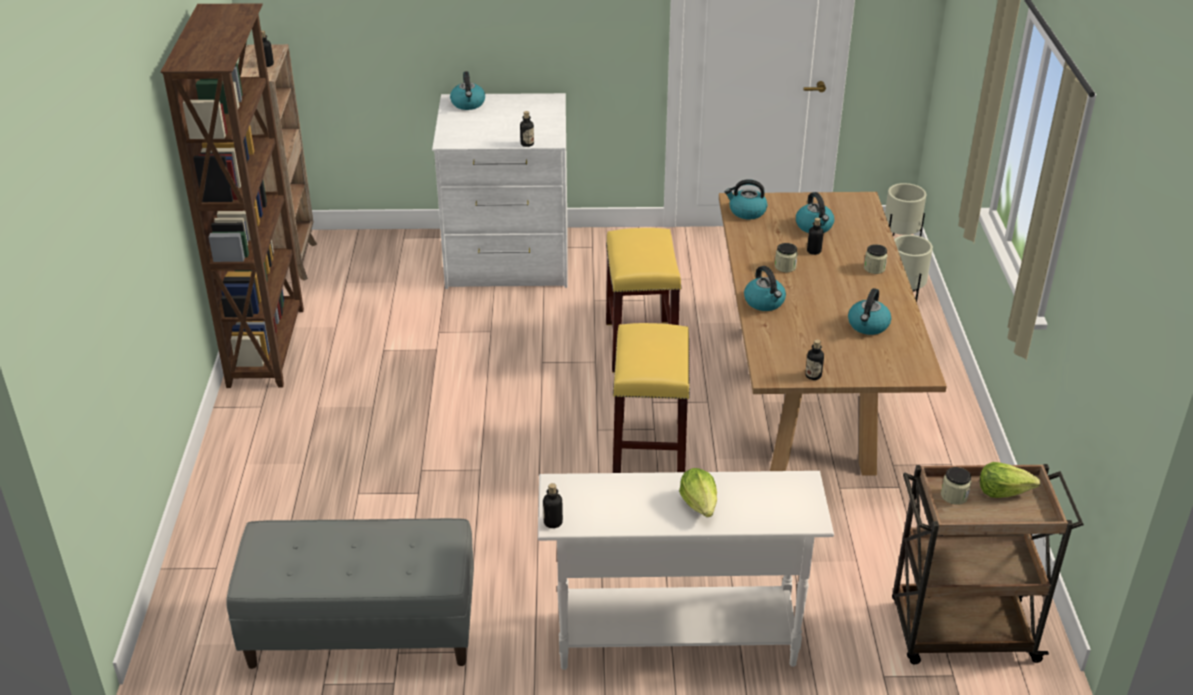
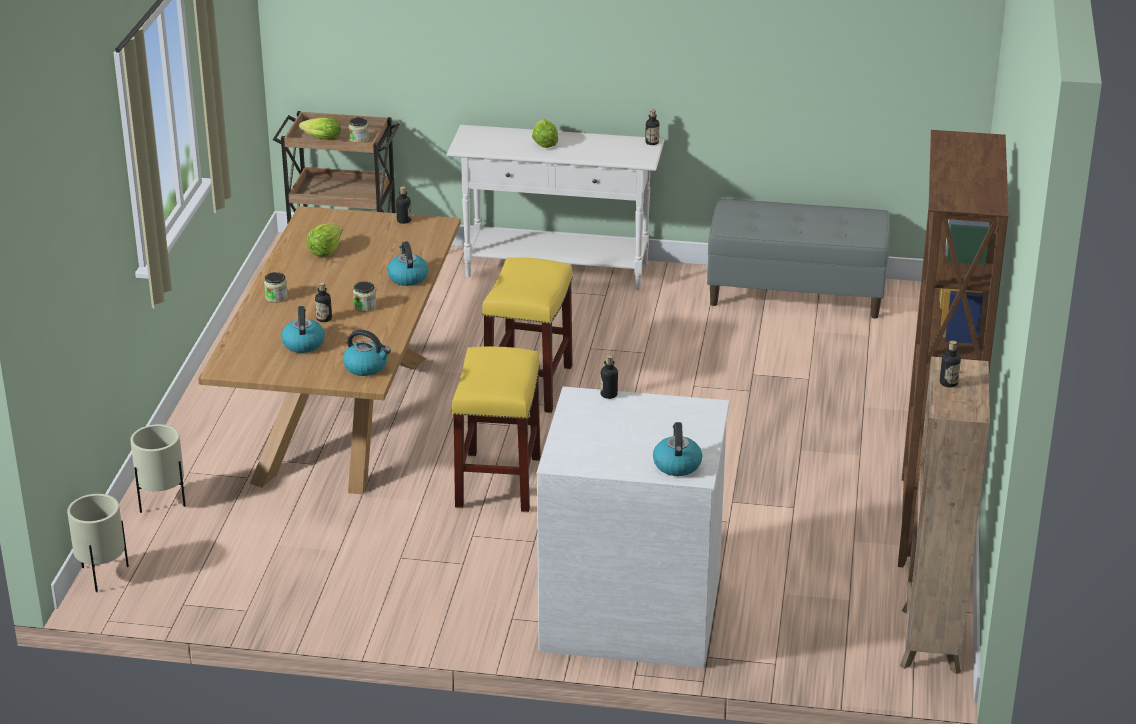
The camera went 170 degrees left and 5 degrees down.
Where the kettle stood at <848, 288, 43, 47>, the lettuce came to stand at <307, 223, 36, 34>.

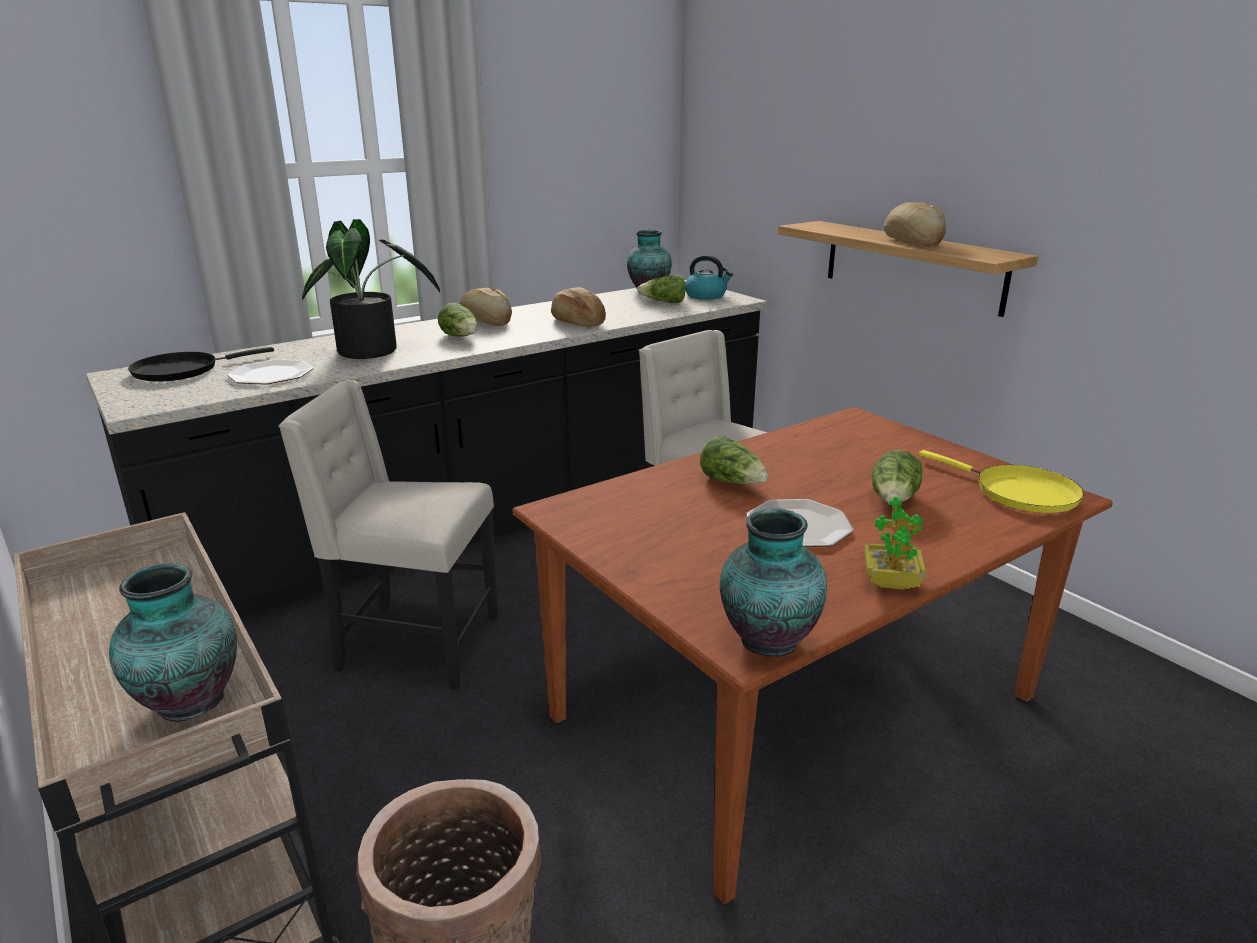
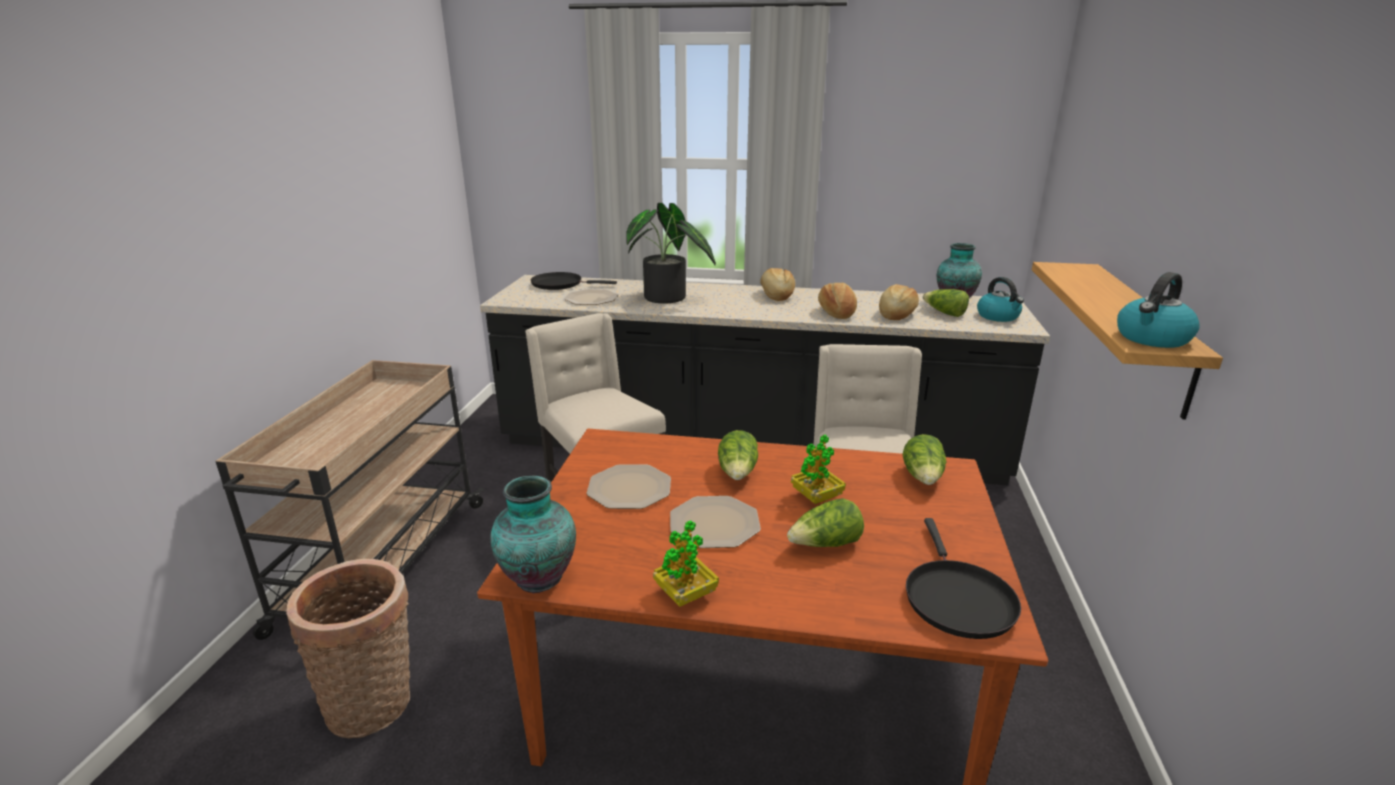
The camera went 45 degrees right and 0 degrees up.
The second view lost the vase at <109, 563, 128, 159>.
The lettuce ended up elsewhere, having gone from <438, 303, 40, 33> to <902, 434, 45, 51>.
The bread ended up elsewhere, having gone from <884, 202, 62, 45> to <879, 284, 40, 36>.
What was the frying pan in yellow at <919, 450, 165, 63> turned into the frying pan in black at <906, 518, 115, 121>.
The second view gained the plate at <586, 464, 85, 45>.
The second view gained the potted plant at <791, 435, 55, 69>.
The second view gained the kettle at <1117, 272, 83, 76>.

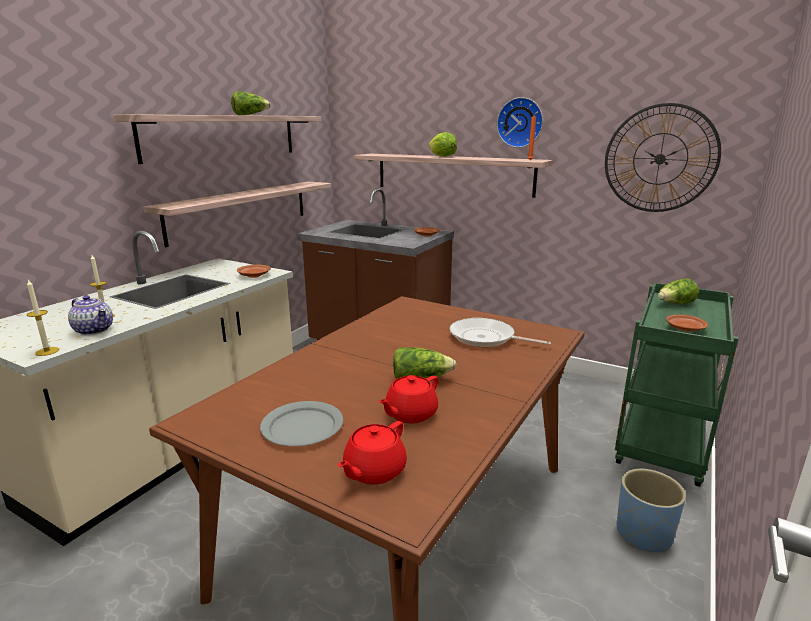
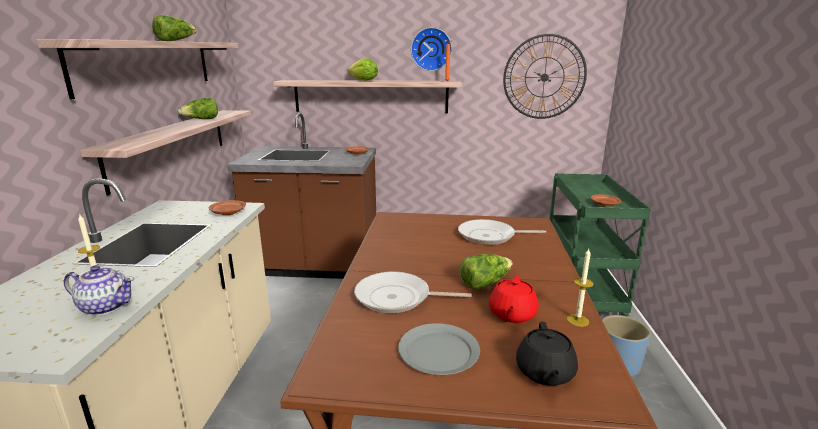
The camera went 25 degrees left and 0 degrees up.
The candle ended up elsewhere, having gone from <27, 279, 32, 77> to <567, 249, 27, 78>.
What was the teapot in red at <337, 421, 70, 64> turned into the teapot in black at <516, 322, 62, 64>.
The lettuce ended up elsewhere, having gone from <658, 278, 41, 26> to <178, 97, 40, 22>.
The second view gained the frying pan at <354, 272, 117, 41>.

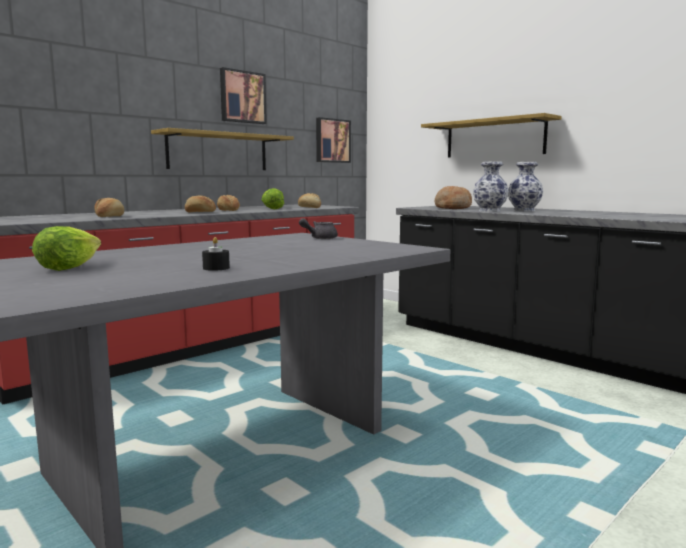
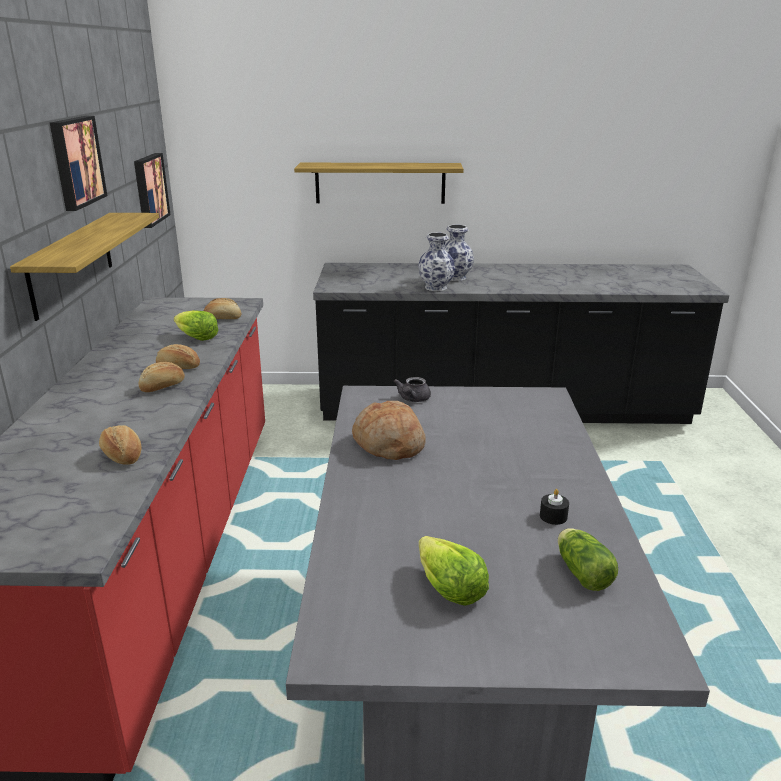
The camera went 45 degrees left and 15 degrees up.
The bread ended up elsewhere, having gone from <435, 186, 37, 23> to <352, 401, 74, 59>.
The second view gained the lettuce at <558, 528, 60, 63>.

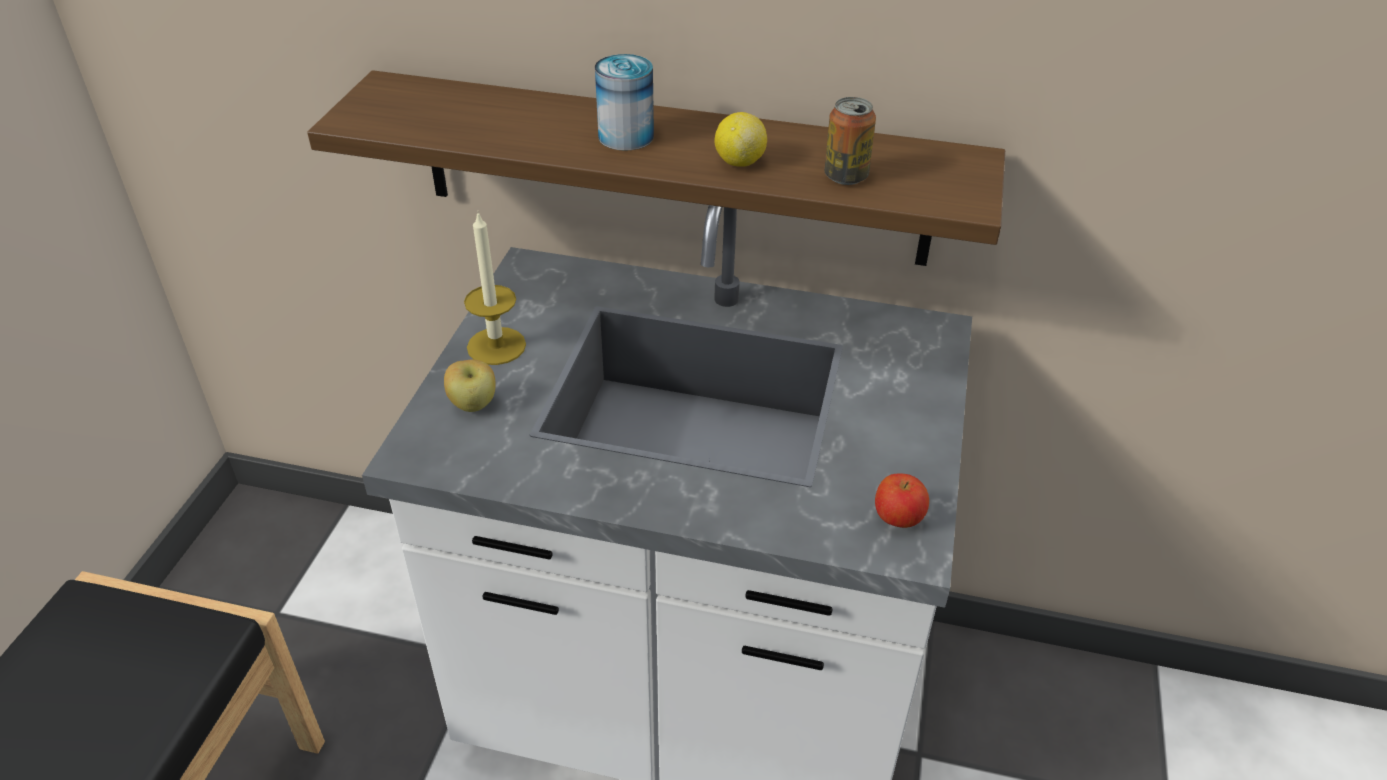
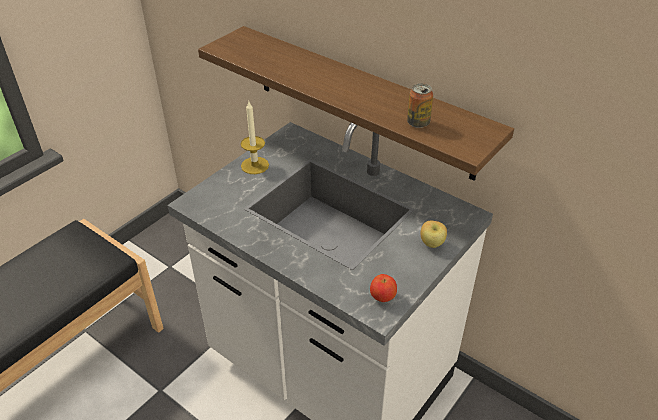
The camera went 25 degrees right and 0 degrees up.
The apple ended up elsewhere, having gone from <444, 359, 52, 53> to <421, 221, 26, 27>.
The second view lost the can at <595, 54, 59, 97>.
The second view lost the lemon at <715, 112, 52, 55>.

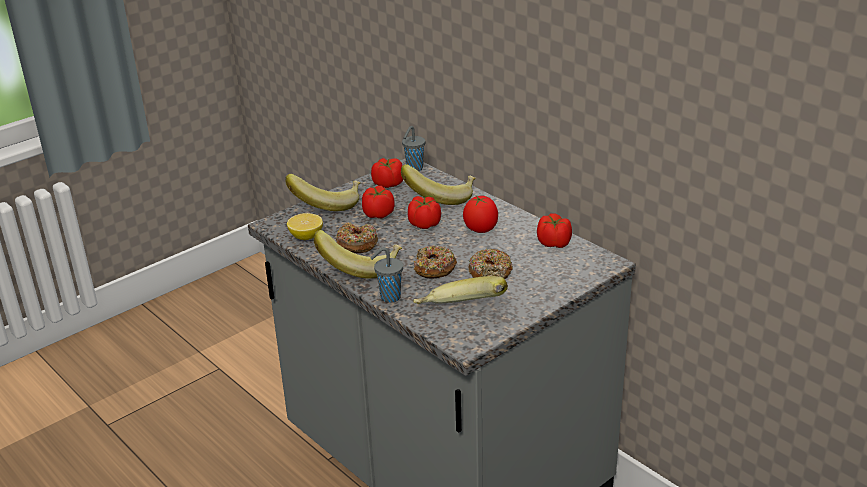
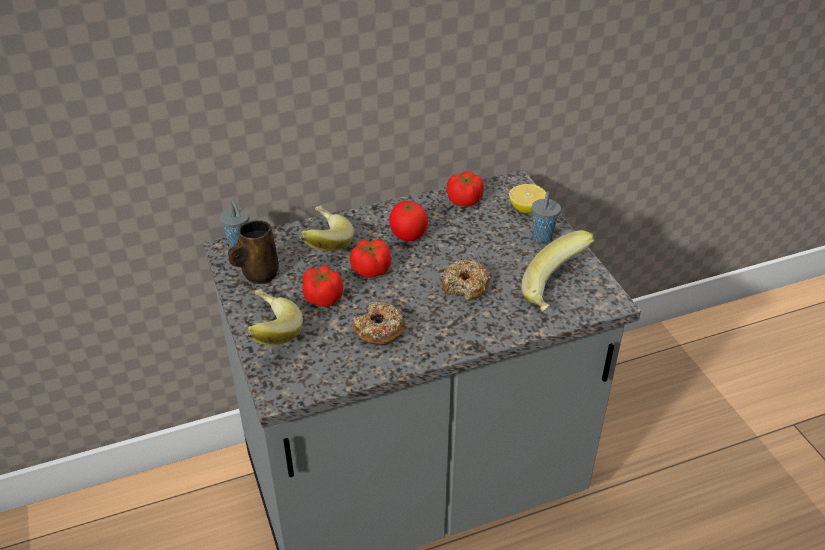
The camera went 70 degrees left and 10 degrees up.
The lemon ended up elsewhere, having gone from <287, 213, 36, 27> to <509, 184, 37, 30>.
The second view lost the banana at <314, 230, 88, 49>.
Where the tomato stood at <371, 158, 32, 30>, the mug in brown came to stand at <228, 220, 51, 64>.
The cup in grey ended up elsewhere, having gone from <371, 247, 32, 56> to <532, 191, 29, 52>.
The second view lost the donut at <469, 249, 44, 30>.

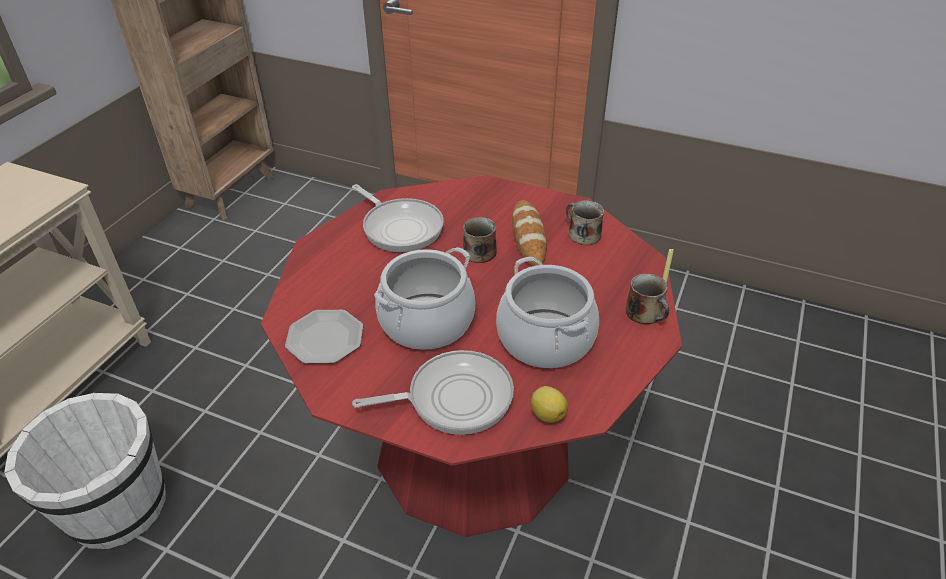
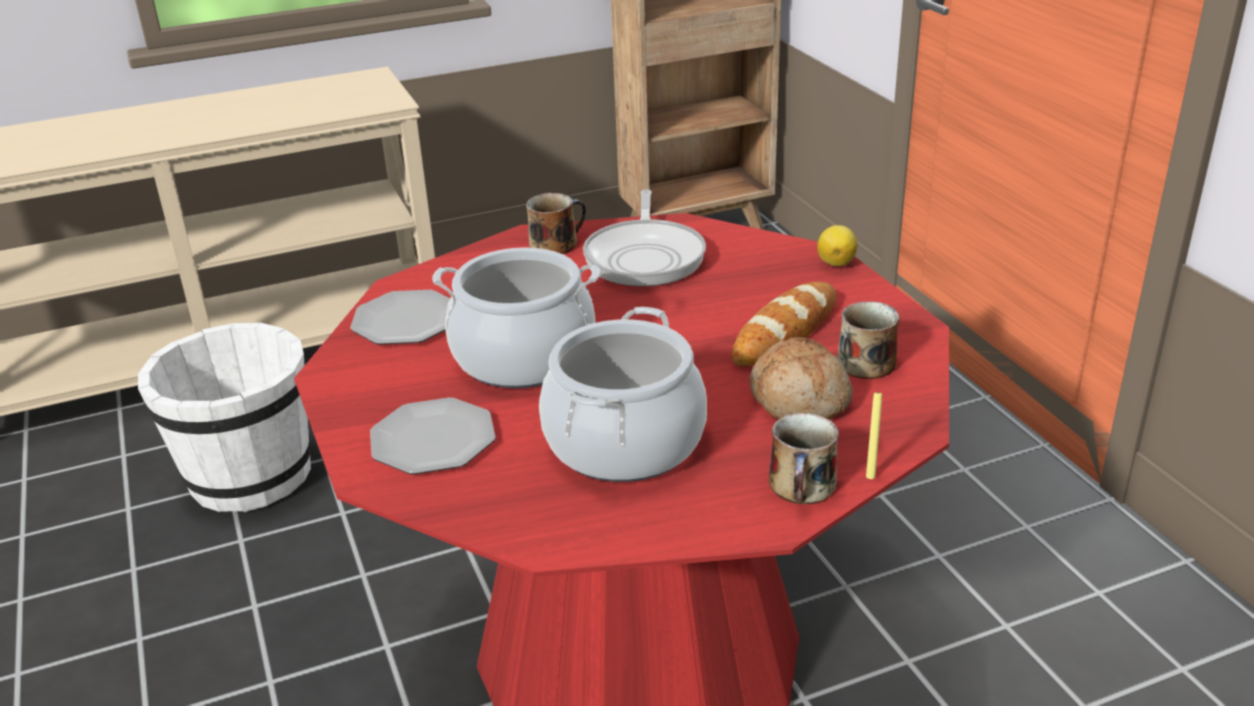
The camera went 45 degrees right and 10 degrees down.
Where the frying pan stood at <352, 350, 162, 85>, the plate came to stand at <370, 398, 126, 77>.
The mug ended up elsewhere, having gone from <463, 217, 34, 46> to <526, 193, 60, 61>.
The lemon ended up elsewhere, having gone from <531, 386, 37, 37> to <817, 225, 40, 41>.
The second view gained the bread at <750, 337, 103, 83>.

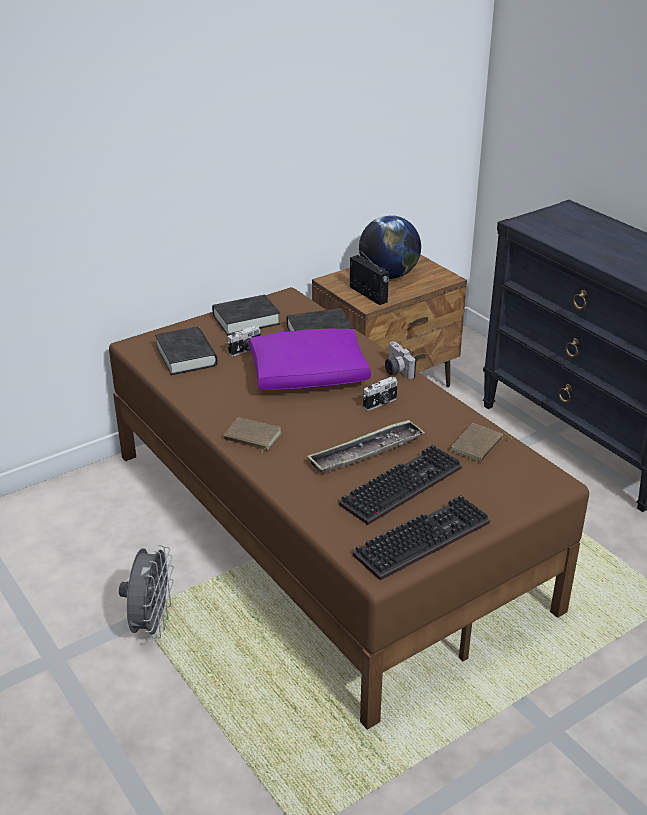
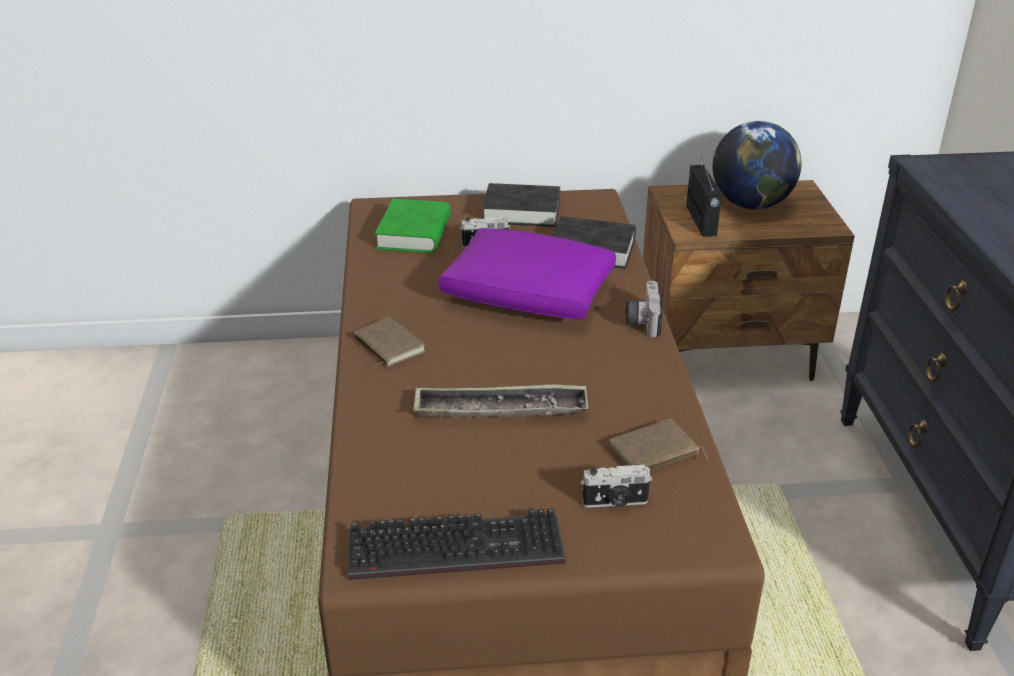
The camera went 30 degrees right and 0 degrees up.
The second view lost the fan in grey at <119, 545, 55, 94>.
What was the book in black at <155, 327, 63, 48> turned into the book in green at <375, 199, 75, 54>.
The second view lost the keyboard at <339, 445, 123, 80>.
The photo camera ended up elsewhere, having gone from <363, 377, 35, 34> to <581, 464, 71, 44>.

